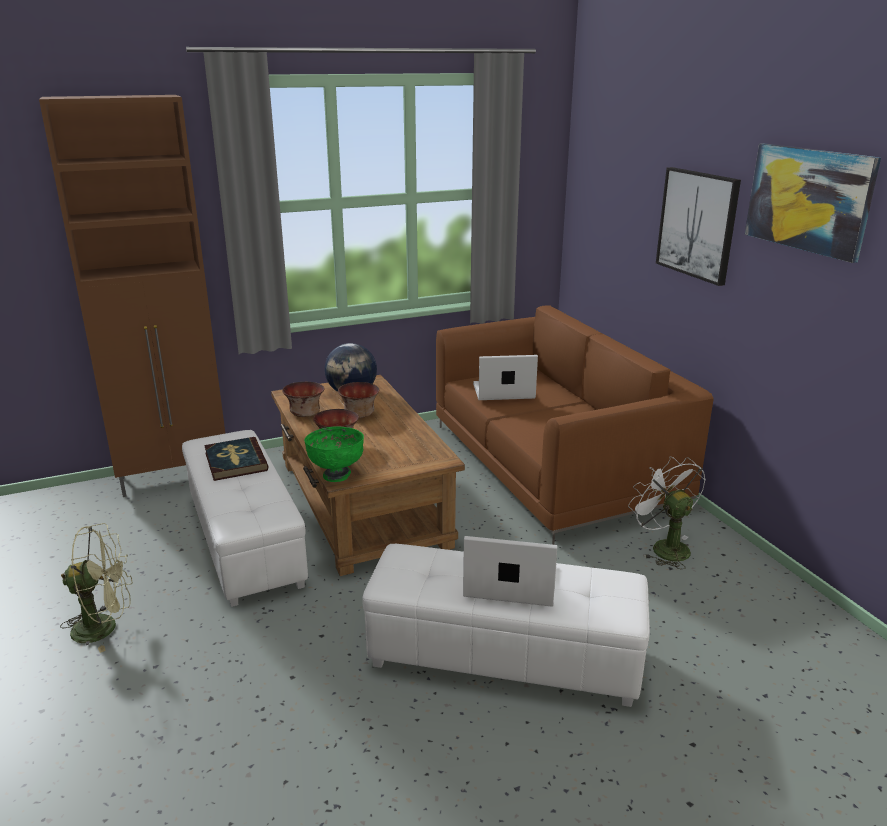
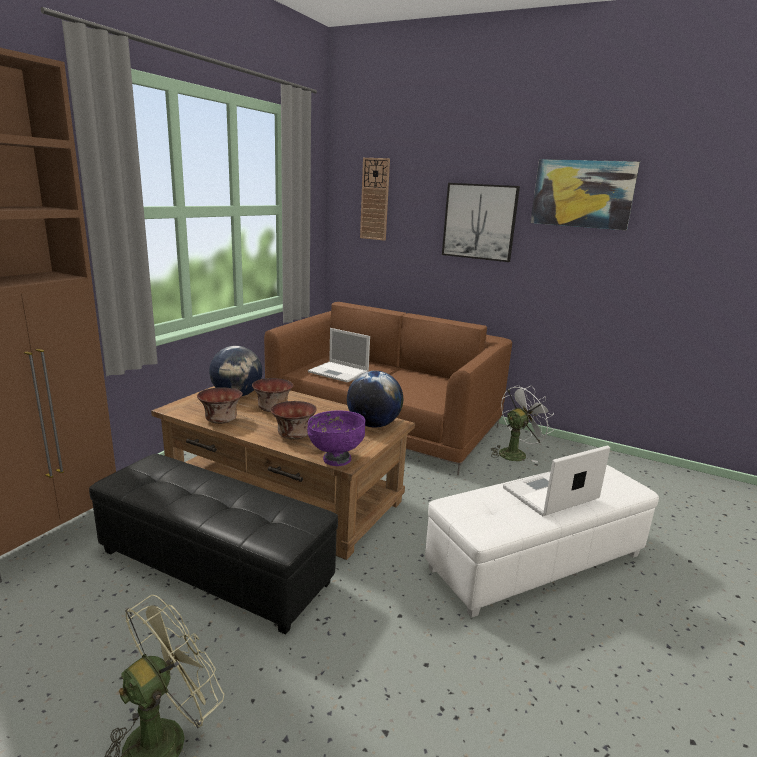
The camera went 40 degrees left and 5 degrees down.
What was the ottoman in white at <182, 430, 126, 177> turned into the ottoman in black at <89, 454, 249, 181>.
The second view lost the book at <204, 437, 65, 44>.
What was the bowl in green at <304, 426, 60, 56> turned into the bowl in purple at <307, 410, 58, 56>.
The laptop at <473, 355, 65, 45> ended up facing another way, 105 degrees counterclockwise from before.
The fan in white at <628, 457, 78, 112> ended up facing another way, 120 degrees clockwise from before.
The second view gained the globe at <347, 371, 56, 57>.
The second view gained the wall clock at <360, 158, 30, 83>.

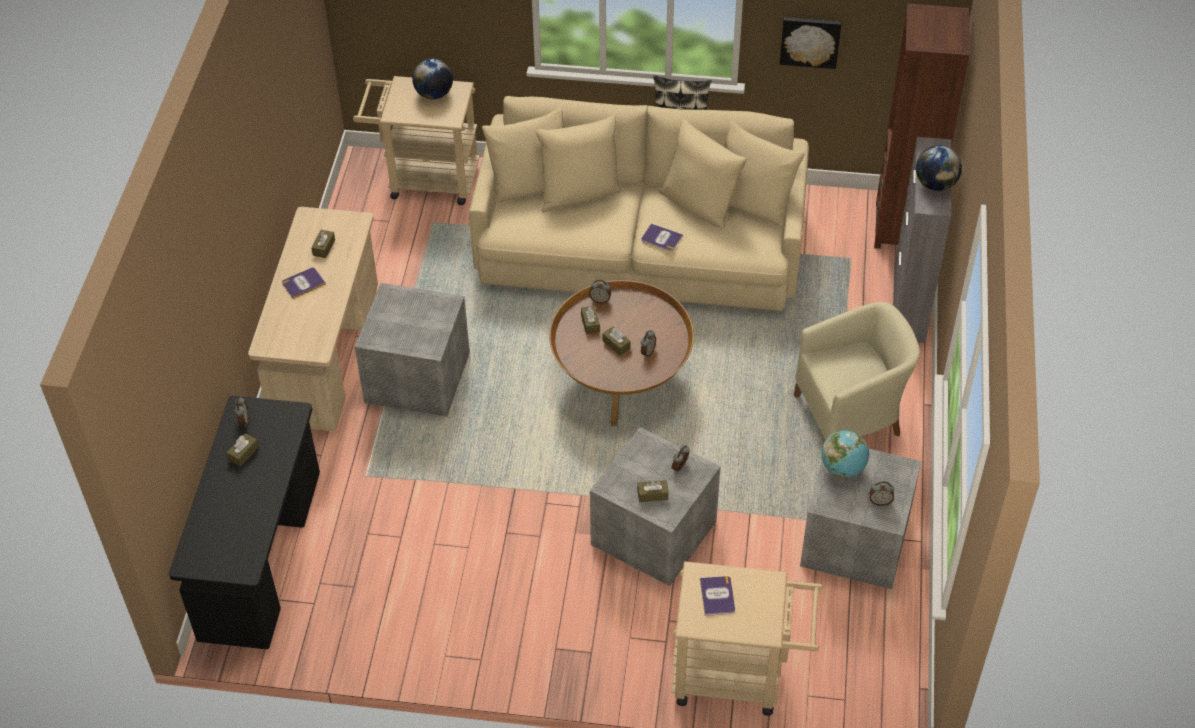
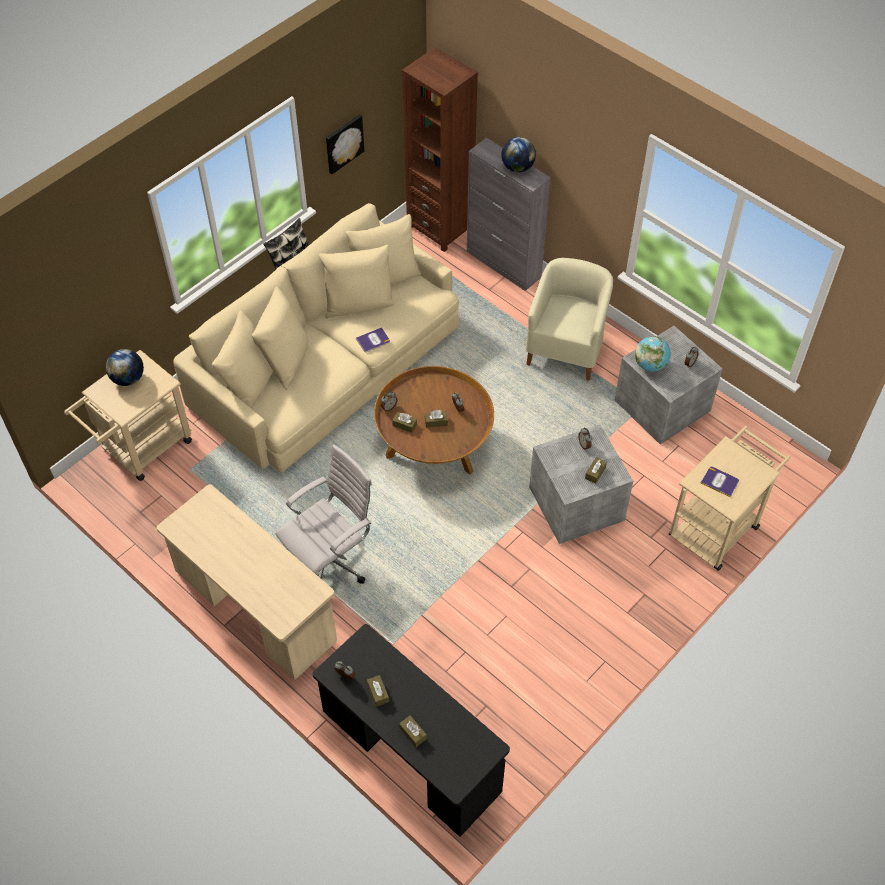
The camera went 55 degrees left and 5 degrees up.
The second view lost the book at <282, 268, 44, 31>.
The tissue box in brown ended up elsewhere, having gone from <311, 230, 24, 28> to <399, 715, 28, 32>.
Where the storage box in grey stood at <355, 283, 115, 134>, the office chair in white came to stand at <276, 445, 96, 139>.

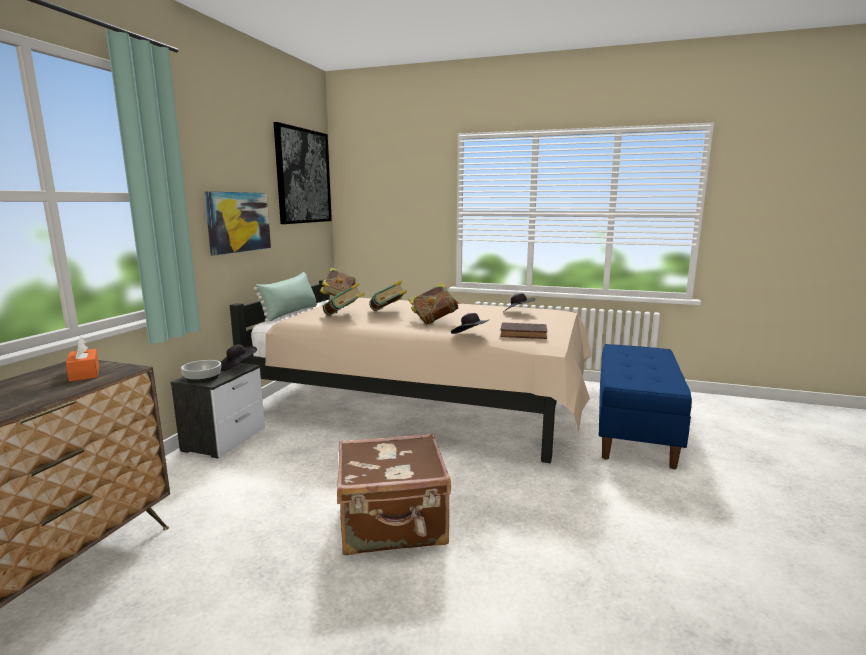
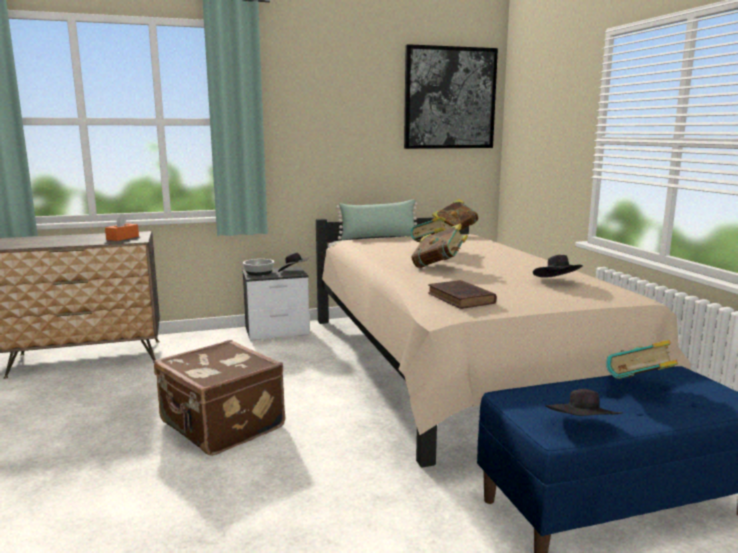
The camera went 55 degrees right and 0 degrees up.
The second view lost the picture at <204, 191, 67, 64>.
The book ended up elsewhere, having gone from <323, 283, 42, 33> to <606, 340, 72, 39>.
The hat in black ended up elsewhere, having gone from <451, 313, 37, 21> to <546, 389, 77, 27>.

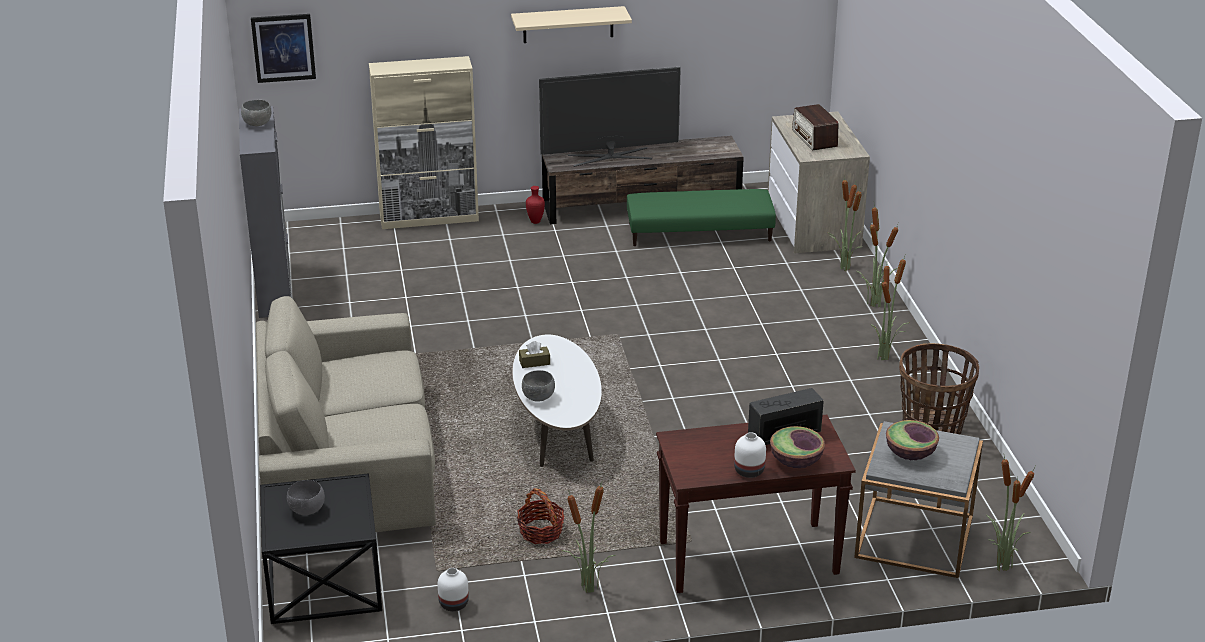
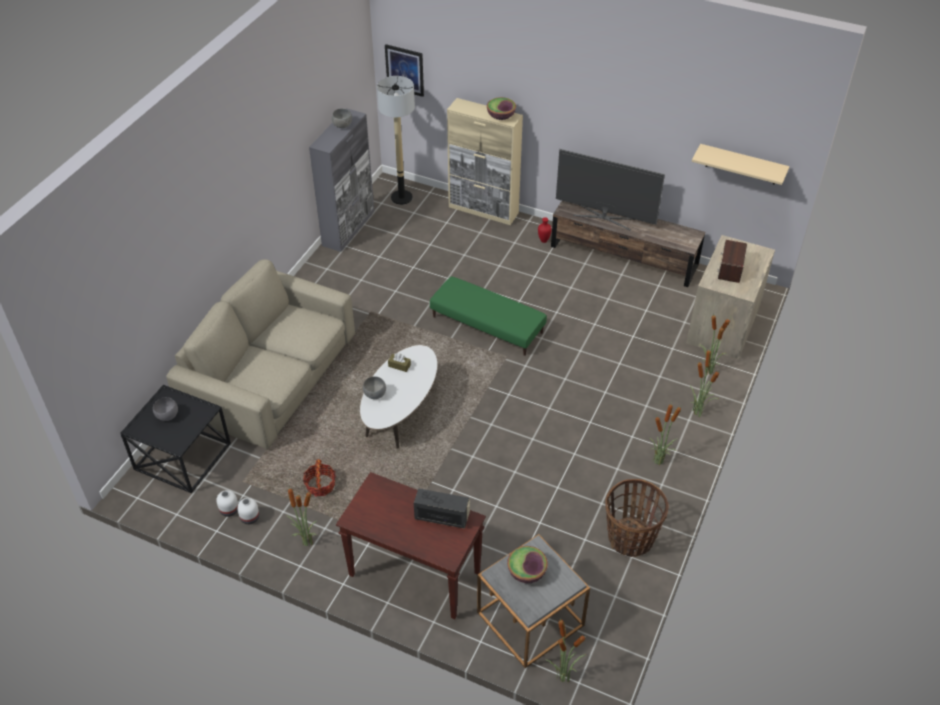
The camera went 35 degrees right and 15 degrees up.
The shelf in beige ended up elsewhere, having gone from <511, 6, 121, 37> to <692, 144, 97, 41>.
The ottoman in green ended up elsewhere, having gone from <627, 189, 149, 57> to <430, 277, 117, 79>.
The vase in white ended up elsewhere, having gone from <734, 432, 32, 46> to <237, 498, 22, 27>.
The bowl ended up elsewhere, having gone from <770, 426, 55, 42> to <487, 97, 29, 23>.
The second view gained the floor lamp at <377, 76, 38, 129>.

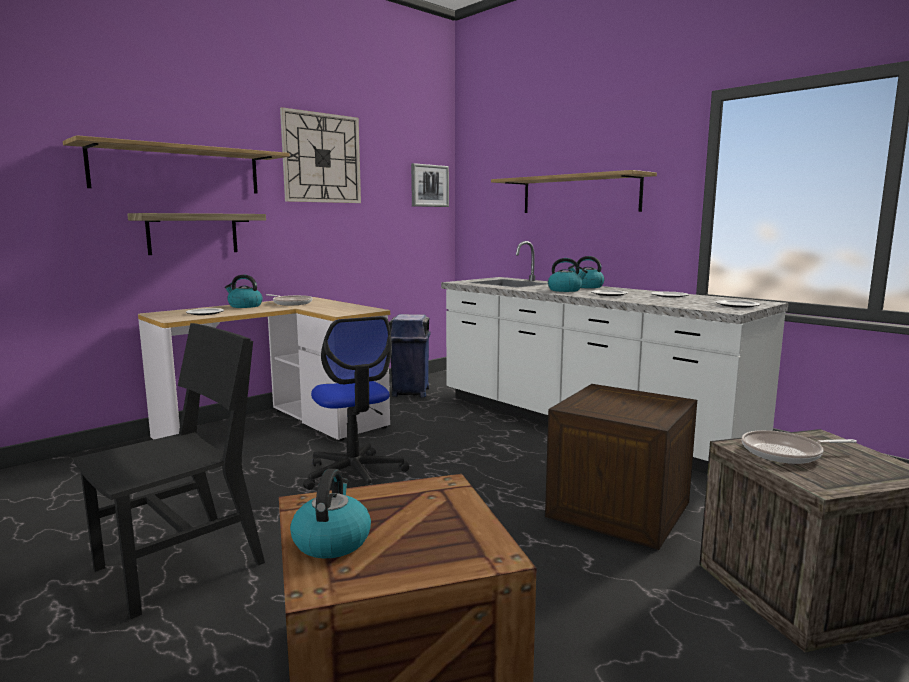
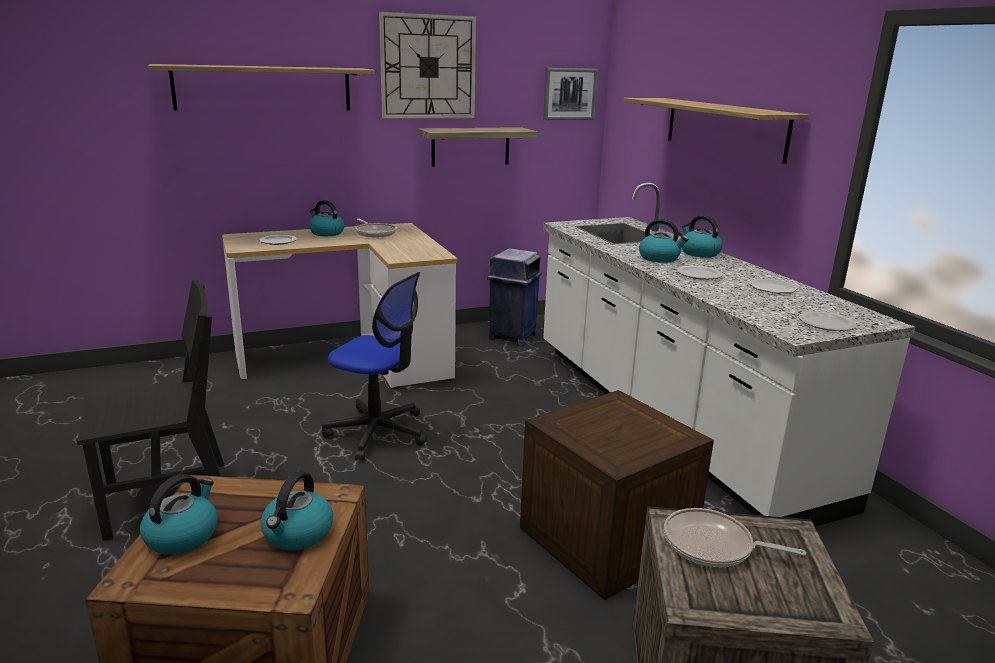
The camera went 20 degrees right and 10 degrees up.
The shelf ended up elsewhere, having gone from <127, 213, 139, 42> to <418, 127, 120, 40>.
The office chair at <303, 316, 106, 174> ended up facing another way, 60 degrees counterclockwise from before.
The second view gained the kettle at <260, 471, 73, 79>.

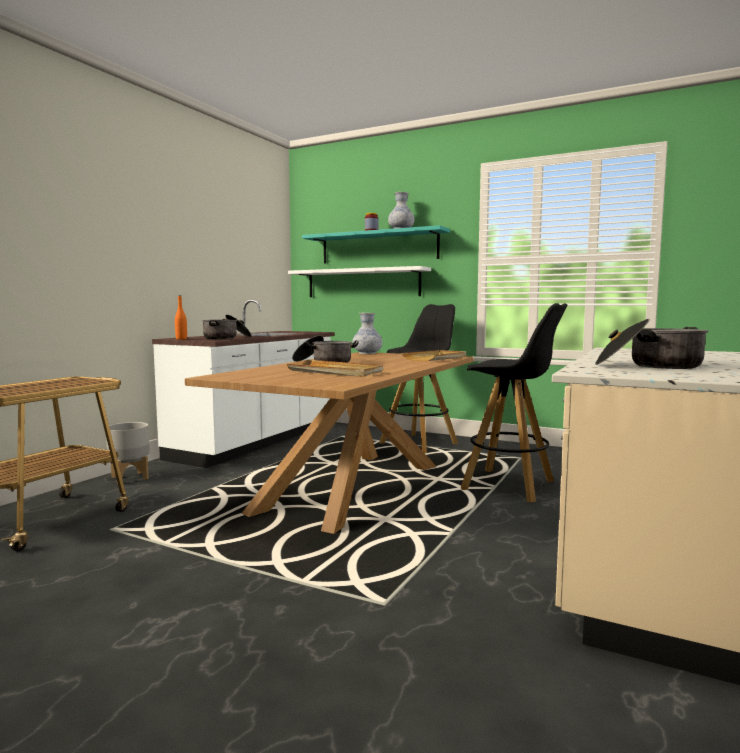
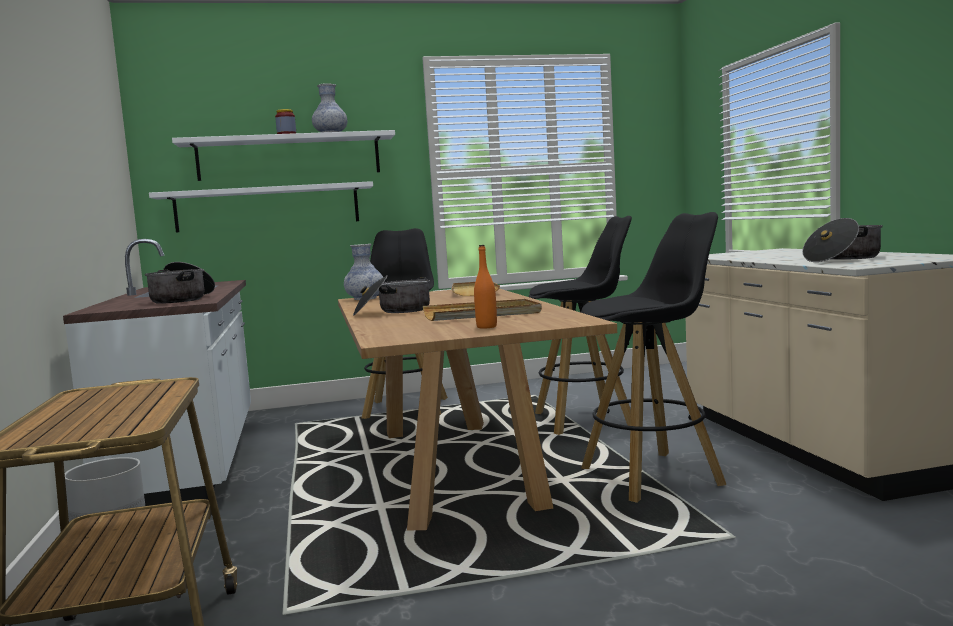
The camera went 40 degrees left and 0 degrees up.
The bottle in orange ended up elsewhere, having gone from <175, 295, 12, 44> to <474, 245, 23, 84>.
What was the shelf in turquoise at <302, 225, 148, 39> turned into the shelf in white at <172, 130, 223, 51>.
The second view gained the stool in black at <581, 212, 145, 291>.

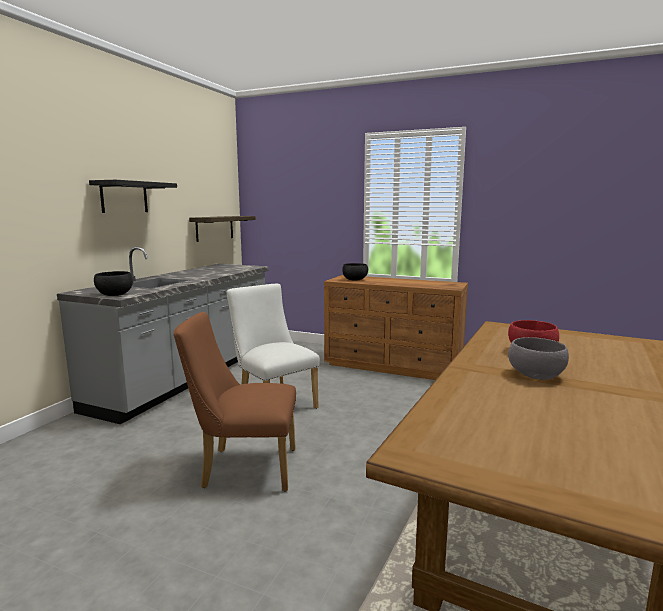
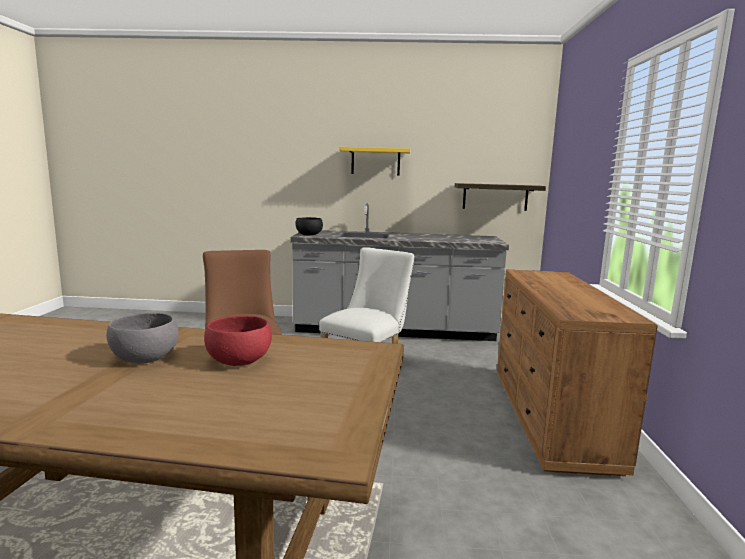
The camera went 70 degrees right and 0 degrees up.
What was the shelf in black at <89, 180, 88, 33> turned into the shelf in yellow at <339, 147, 71, 28>.
The second view lost the bowl in black at <342, 263, 26, 18>.

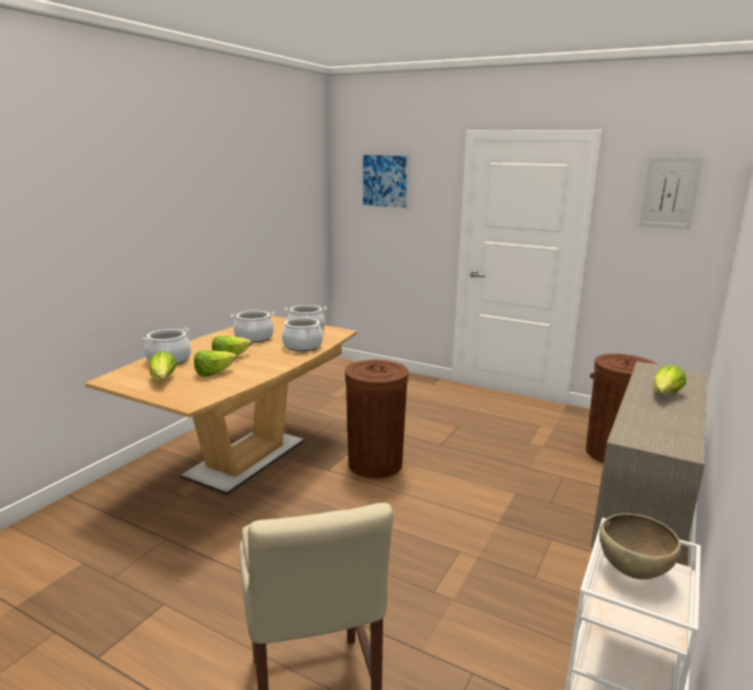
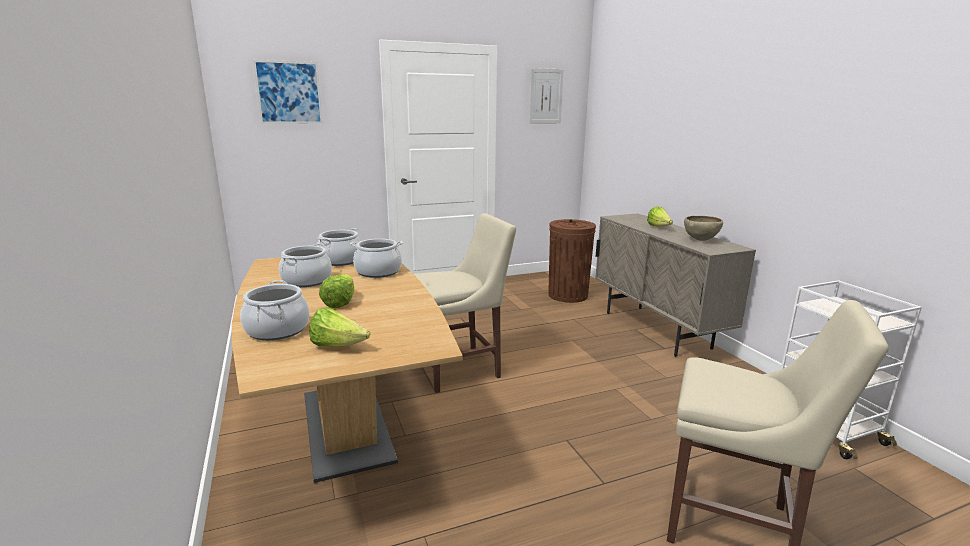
The camera went 50 degrees left and 0 degrees up.
The second view lost the lettuce at <194, 350, 43, 27>.
Where the trash can in brown stood at <345, 360, 64, 118>, the chair in beige came to stand at <414, 213, 102, 180>.
The bowl in brown ended up elsewhere, having gone from <599, 513, 82, 66> to <684, 216, 39, 25>.

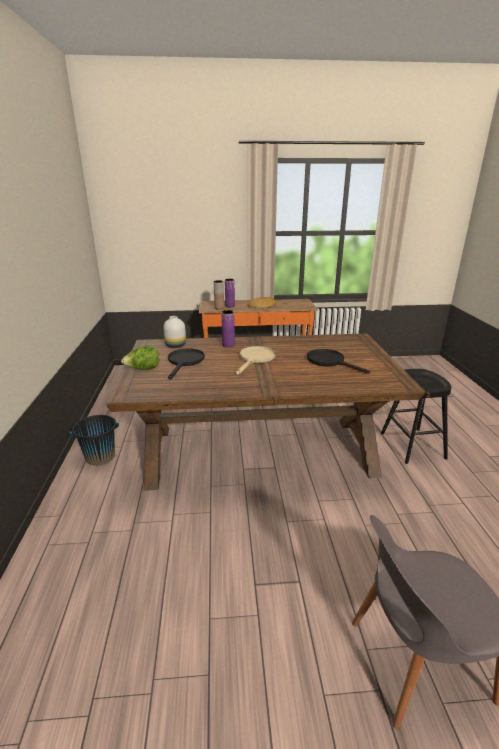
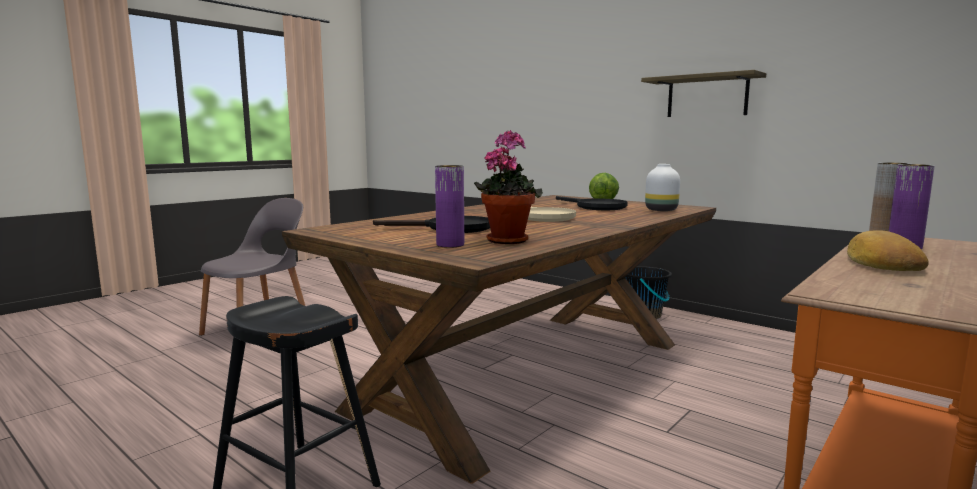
The camera went 135 degrees right and 15 degrees down.
The vase in purple ended up elsewhere, having gone from <221, 310, 14, 37> to <435, 165, 29, 83>.
The second view gained the potted plant at <474, 130, 69, 114>.
The second view gained the shelf at <641, 70, 125, 47>.

